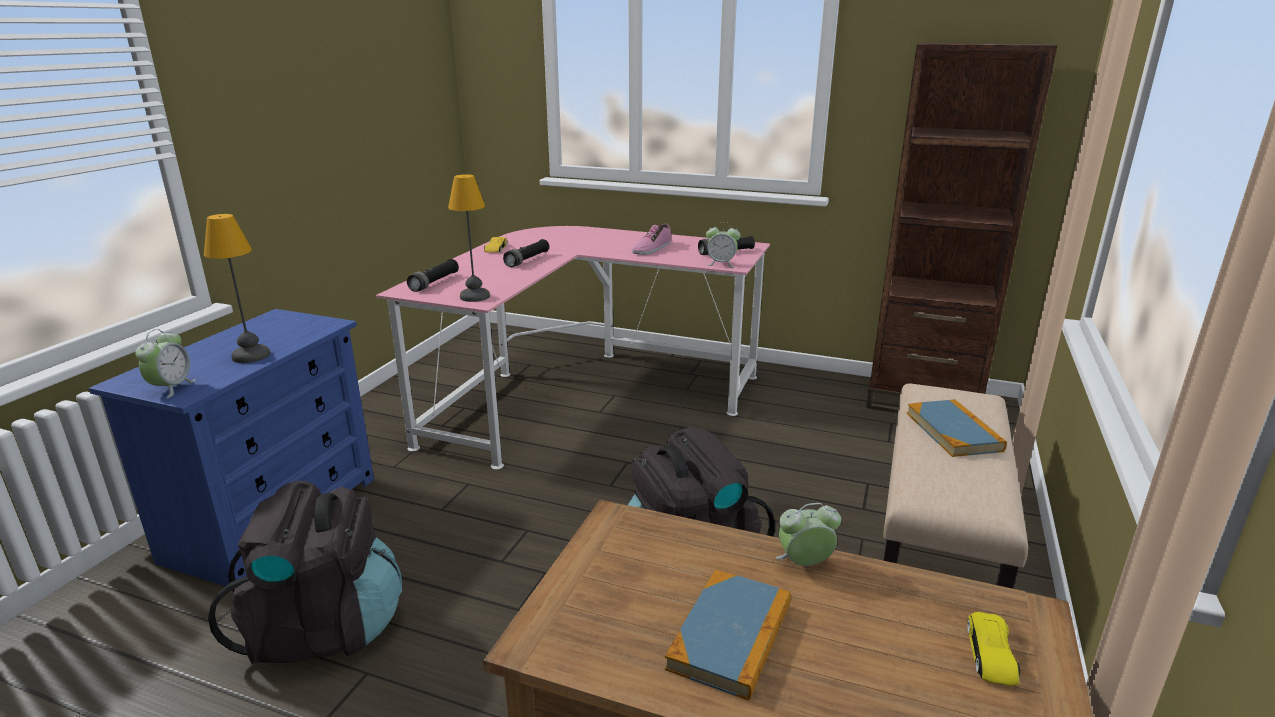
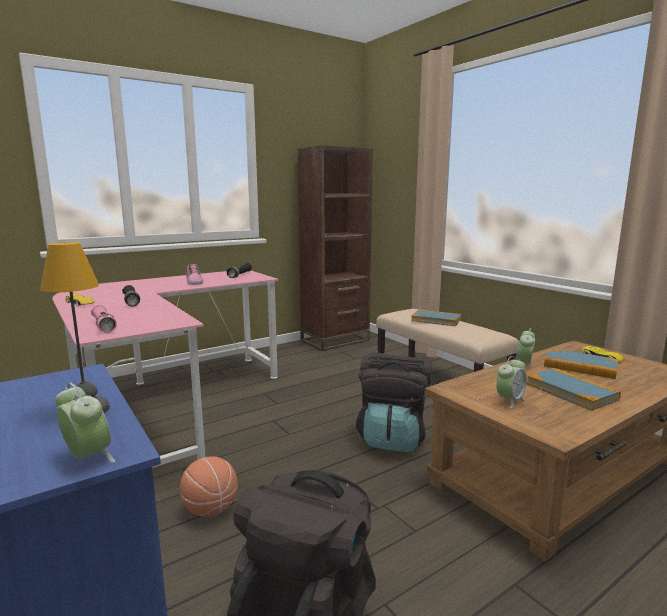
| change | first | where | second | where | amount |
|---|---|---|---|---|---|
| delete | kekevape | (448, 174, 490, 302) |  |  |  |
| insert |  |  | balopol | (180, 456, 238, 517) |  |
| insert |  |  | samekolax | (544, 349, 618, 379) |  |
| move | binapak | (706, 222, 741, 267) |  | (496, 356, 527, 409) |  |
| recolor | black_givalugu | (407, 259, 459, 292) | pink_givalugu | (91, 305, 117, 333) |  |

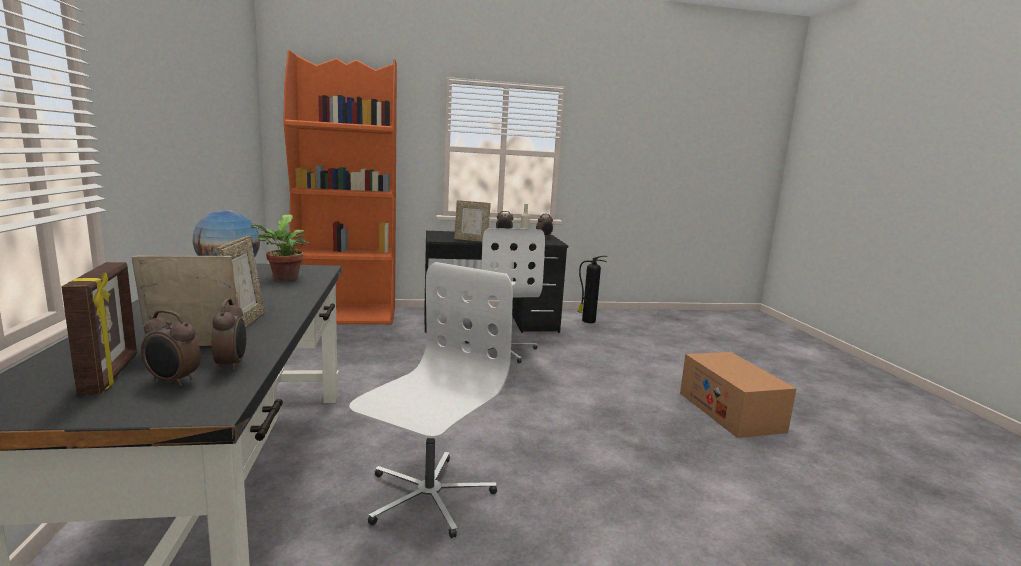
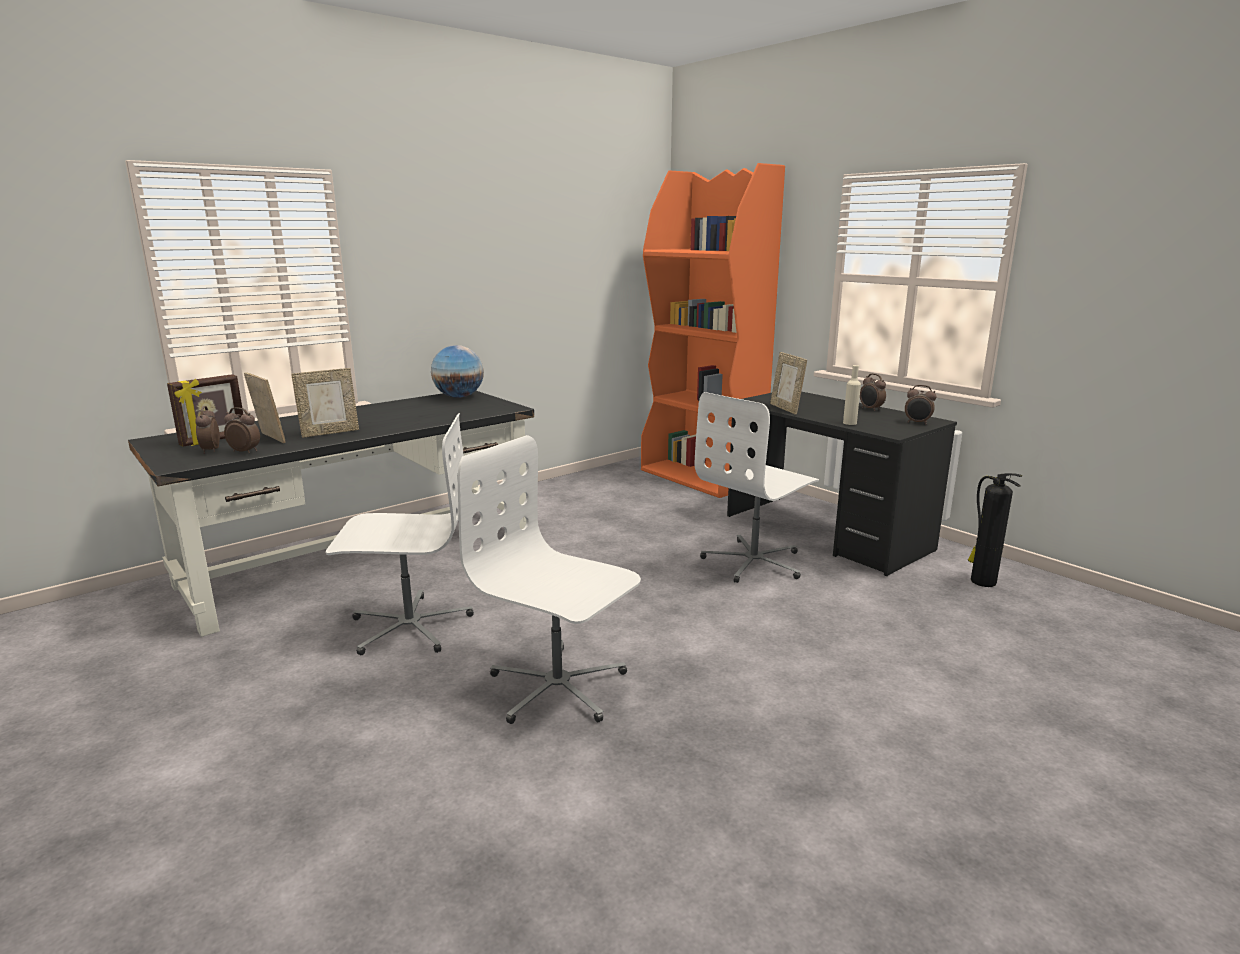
| change | first | where | second | where | amount |
|---|---|---|---|---|---|
| delete | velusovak | (251, 215, 310, 281) |  |  |  |
| delete | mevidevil | (680, 352, 797, 438) |  |  |  |
| insert |  |  | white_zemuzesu | (458, 435, 641, 724) |  |
| rotate | binapak | (211, 299, 246, 371) |  | (224, 407, 260, 453) | 120 degrees counterclockwise |

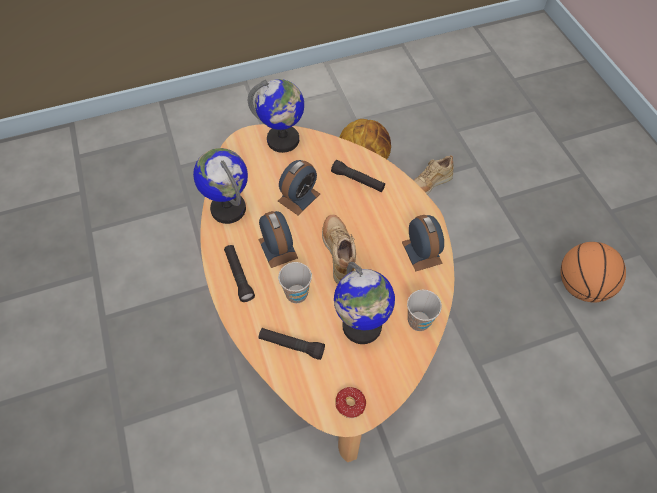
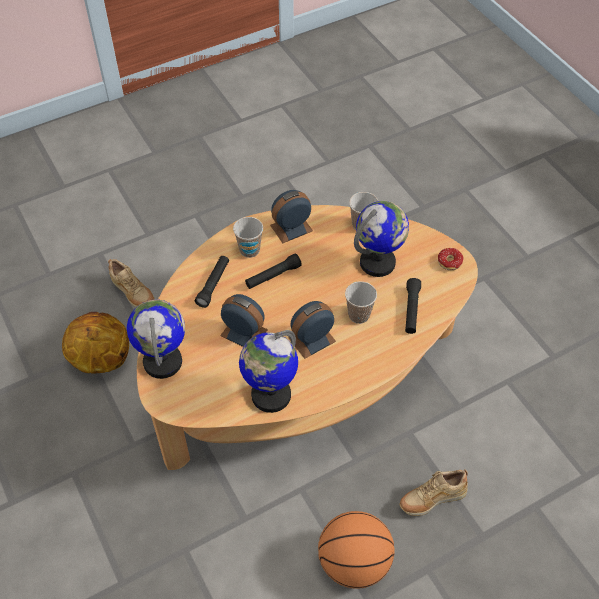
| change | first | where | second | where | amount |
|---|---|---|---|---|---|
| insert |  |  | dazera | (233, 217, 263, 258) |  |
| move | black_givalugu | (224, 245, 255, 302) |  | (245, 253, 302, 289) |  |
| move | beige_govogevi | (322, 215, 356, 284) |  | (399, 469, 468, 516) |  |
| move | balopol | (561, 242, 626, 303) |  | (318, 511, 395, 589) |  |

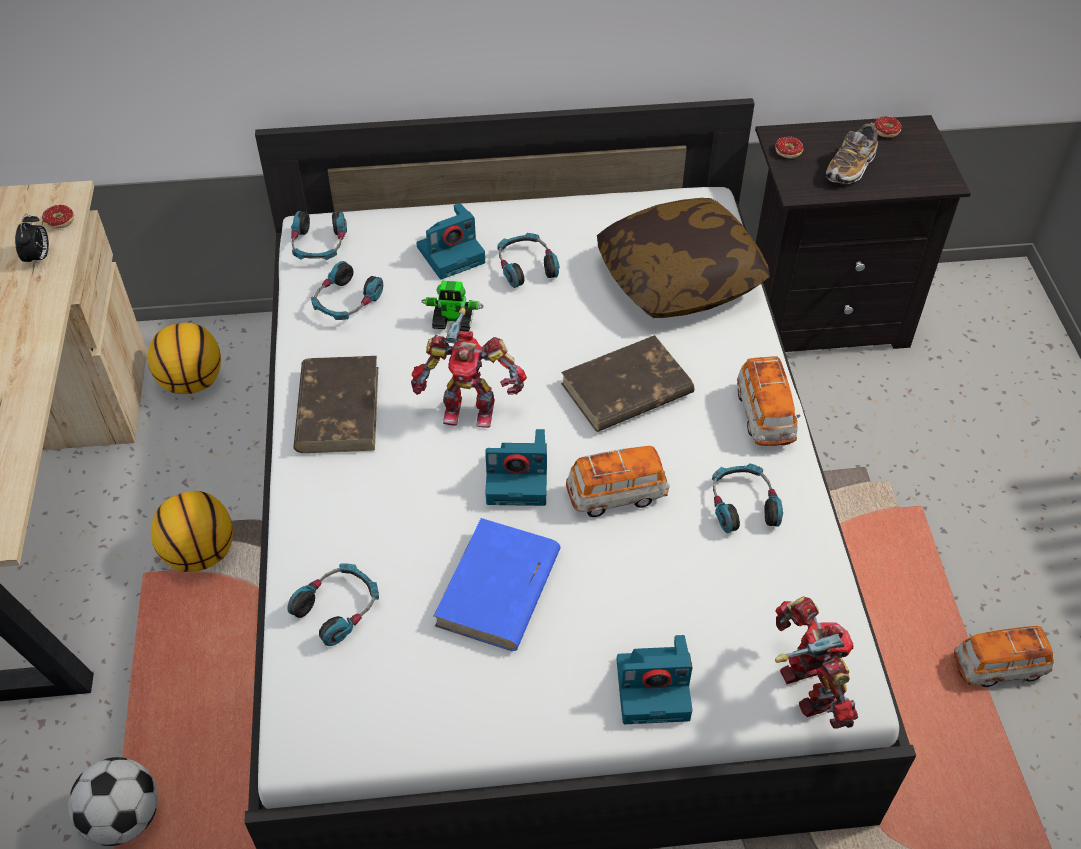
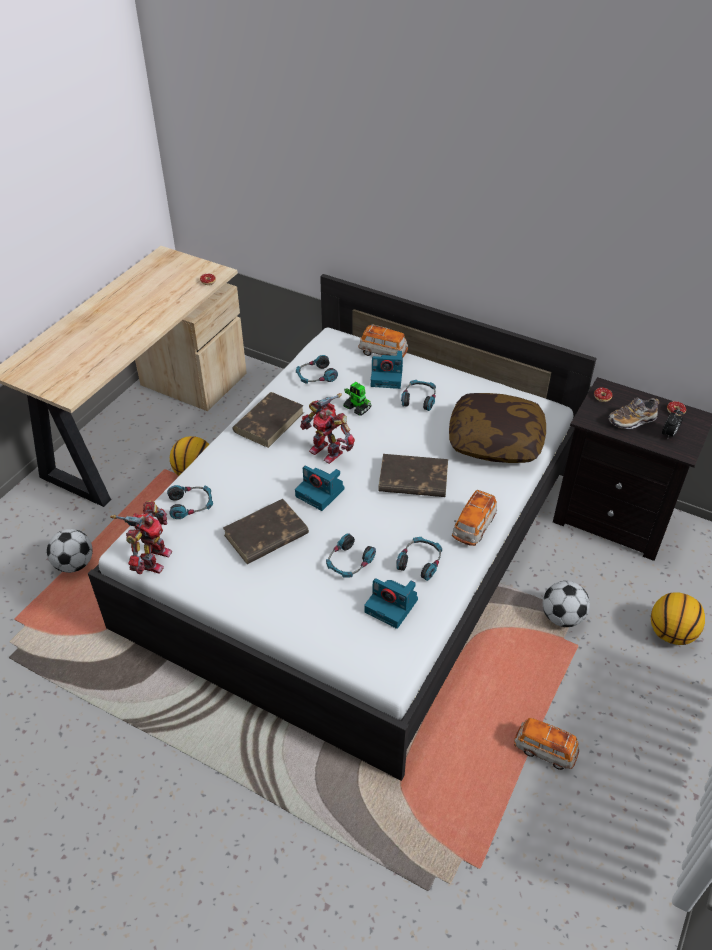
| change | first | where | second | where | amount |
|---|---|---|---|---|---|
| insert |  |  | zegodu | (543, 581, 590, 627) |  |
| move | binapak | (15, 214, 49, 267) |  | (662, 408, 684, 440) |  |
| move | balopol | (148, 323, 221, 394) |  | (651, 592, 705, 645) |  |
| move | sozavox | (291, 211, 347, 260) |  | (326, 533, 376, 578) |  |
| move | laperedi | (566, 446, 670, 517) |  | (358, 324, 408, 357) |  |
| move | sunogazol | (616, 635, 693, 724) |  | (364, 578, 418, 629) |  |
| move | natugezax | (775, 596, 858, 729) |  | (110, 501, 172, 574) |  |
| recolor | blue_samekolax | (434, 518, 561, 651) | brown_samekolax | (223, 499, 309, 564) |  |

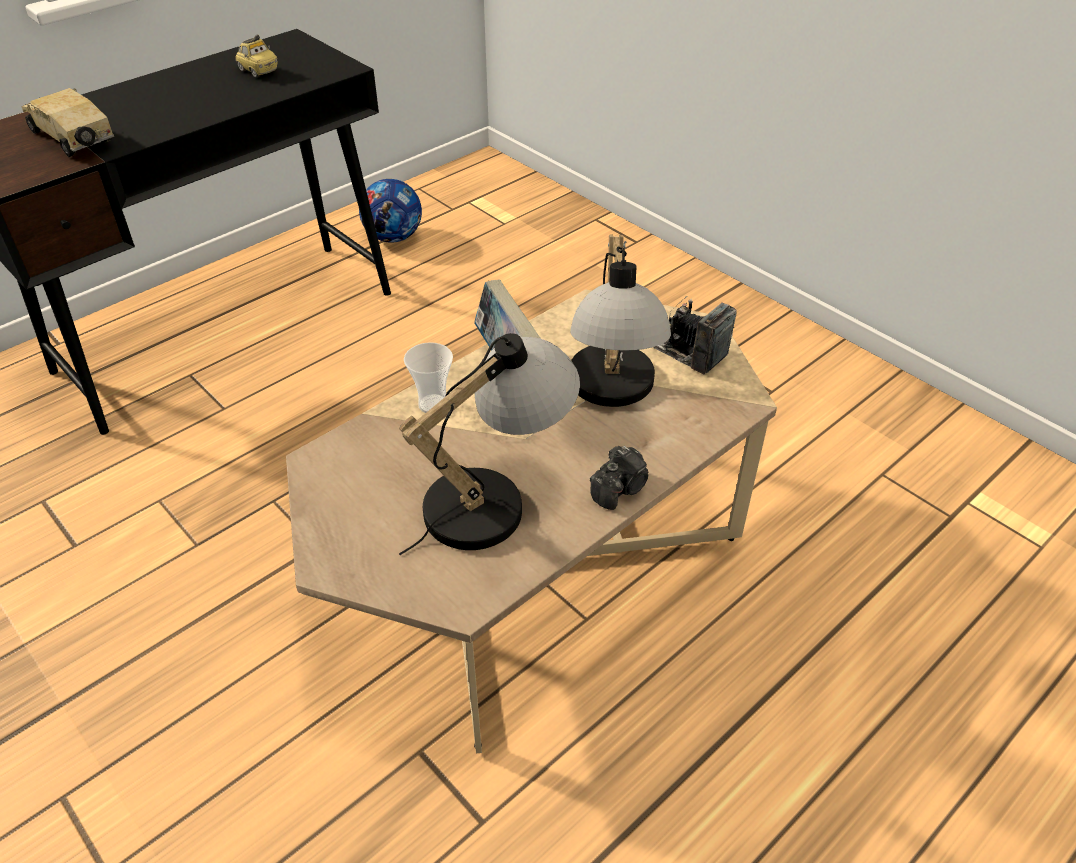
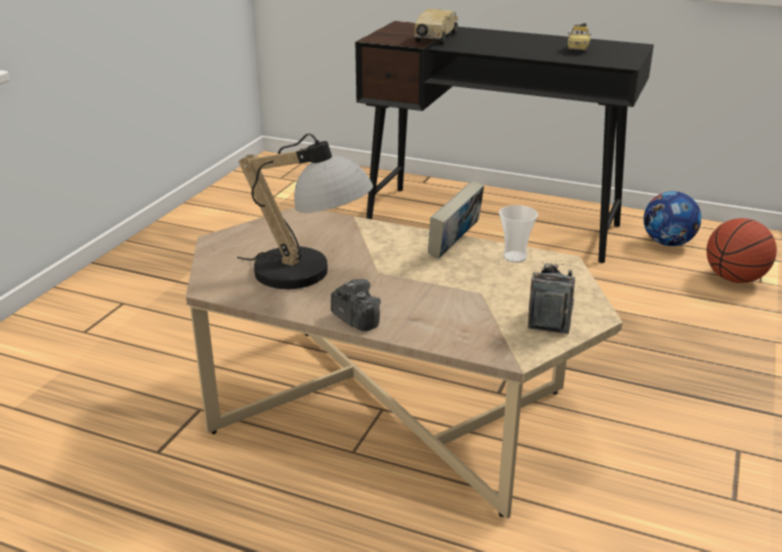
| change | first | where | second | where | amount |
|---|---|---|---|---|---|
| delete | kekevape | (570, 234, 671, 407) |  |  |  |
| insert |  |  | balopol | (706, 218, 777, 283) |  |
| move | dazera | (404, 342, 453, 413) |  | (499, 205, 538, 263) |  |
| rotate | sunogazol | (590, 446, 649, 510) |  | (331, 279, 381, 331) | 150 degrees counterclockwise |

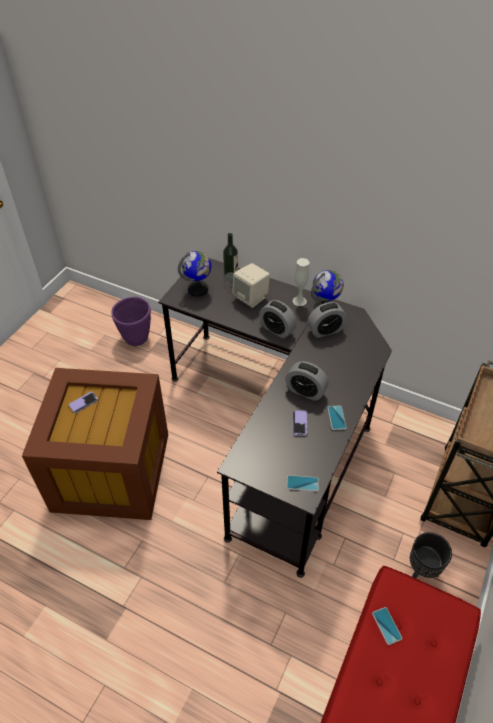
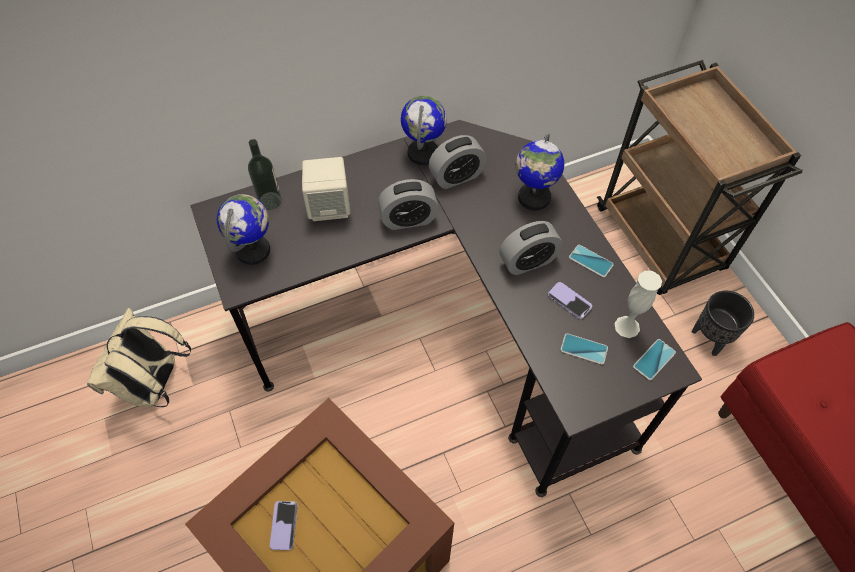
| change | first | where | second | where | amount |
|---|---|---|---|---|---|
| insert |  |  | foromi | (516, 133, 564, 210) |  |
| move | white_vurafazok | (292, 258, 310, 306) |  | (615, 271, 662, 338) |  |
| move | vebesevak | (372, 607, 402, 645) |  | (560, 333, 608, 364) |  |
| replace | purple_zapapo | (111, 297, 151, 346) | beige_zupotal | (87, 308, 191, 407) |  |
| rotate | binapak | (307, 302, 347, 338) |  | (428, 135, 487, 189) | 45 degrees clockwise |

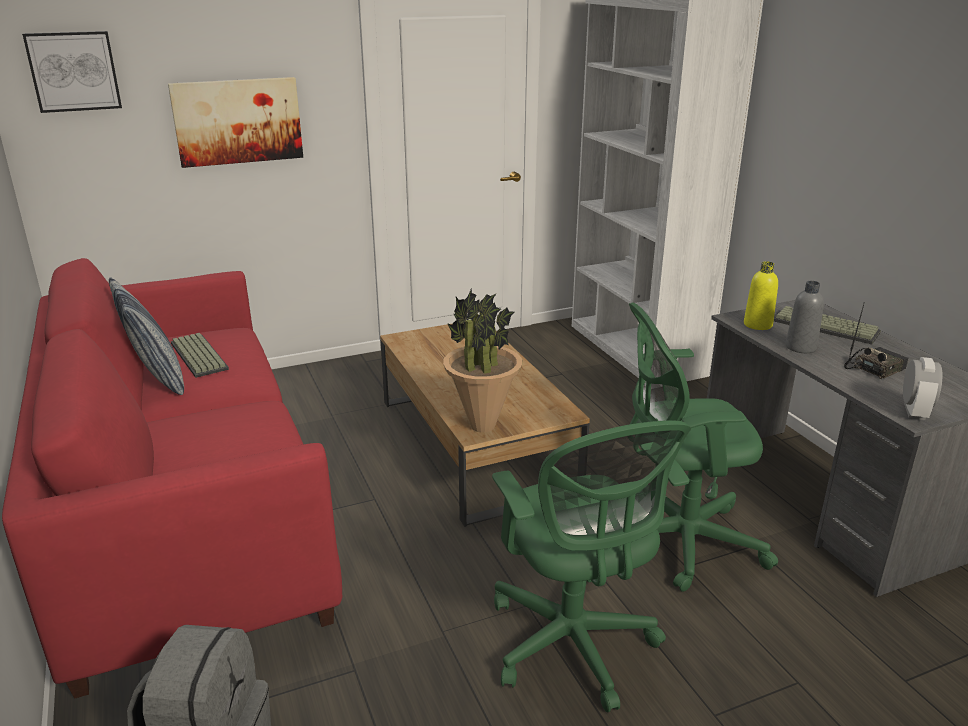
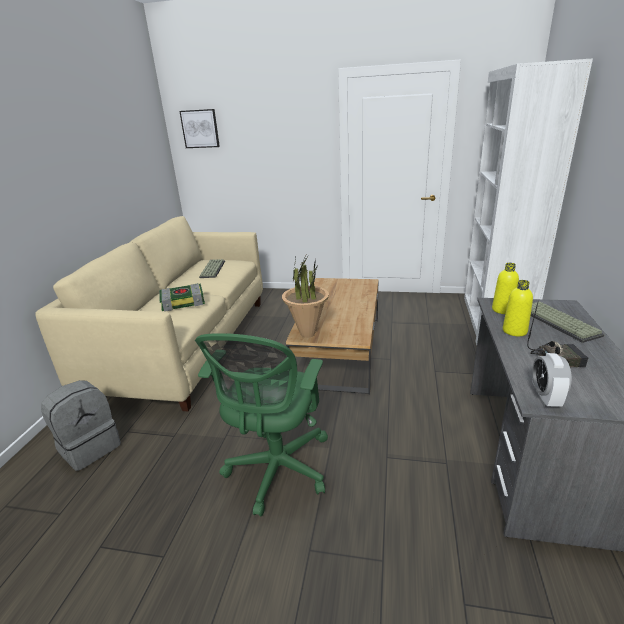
| change | first | where | second | where | amount |
|---|---|---|---|---|---|
| delete | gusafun | (109, 277, 184, 395) |  |  |  |
| delete | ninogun | (168, 77, 303, 168) |  |  |  |
| delete | green_zemuzesu | (629, 302, 778, 592) |  |  |  |
| insert |  |  | samekolax | (159, 283, 205, 312) |  |
| recolor | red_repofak | (2, 258, 342, 699) | beige_repofak | (35, 216, 263, 412) |  |
| recolor | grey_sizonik | (786, 281, 824, 353) | yellow_sizonik | (503, 280, 533, 336) |  |
| rotate | binapak | (903, 357, 942, 420) |  | (532, 353, 572, 407) | 135 degrees clockwise |

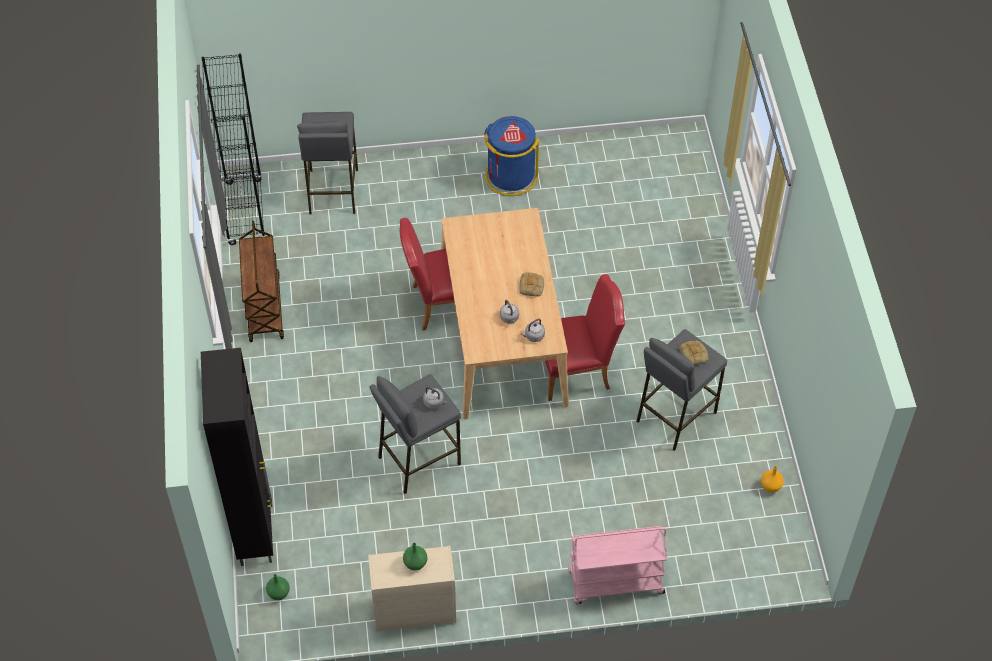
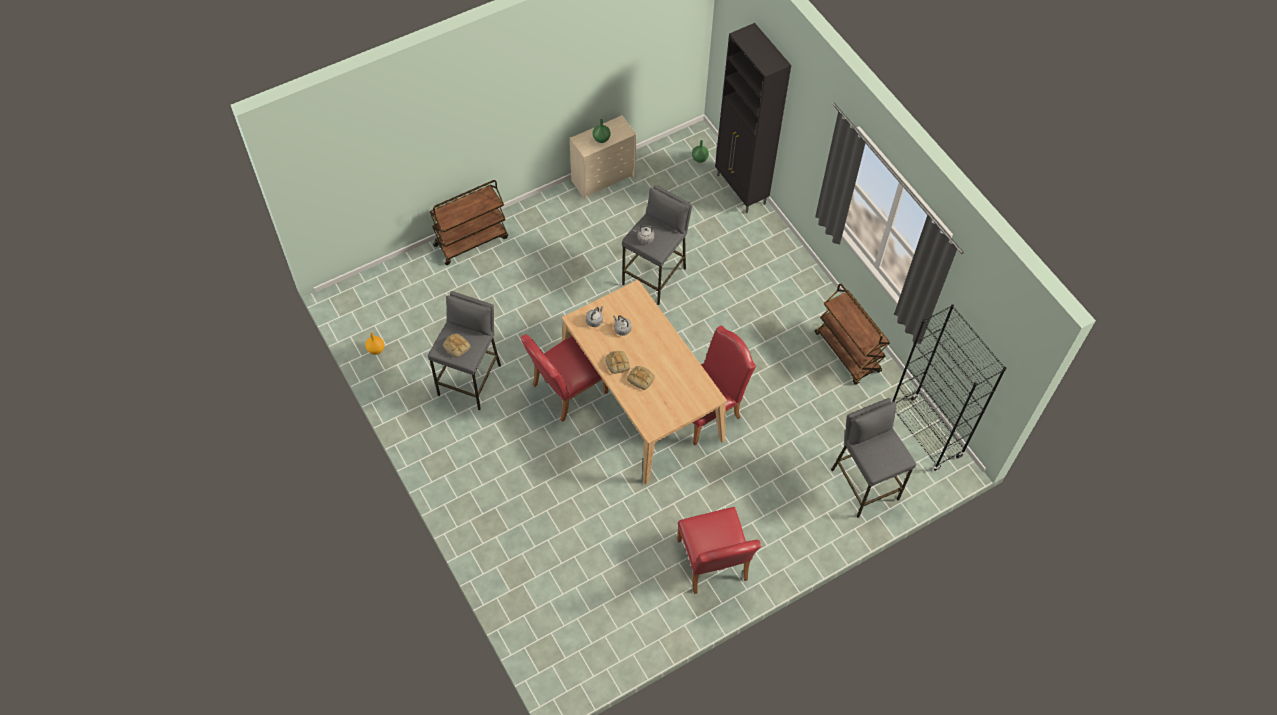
| change | first | where | second | where | amount |
|---|---|---|---|---|---|
| insert |  |  | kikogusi | (627, 366, 655, 390) |  |
| replace | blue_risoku | (484, 116, 540, 196) | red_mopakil | (677, 507, 761, 594) |  |
| recolor | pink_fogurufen | (568, 526, 667, 604) | brown_fogurufen | (430, 180, 508, 265) |  |

